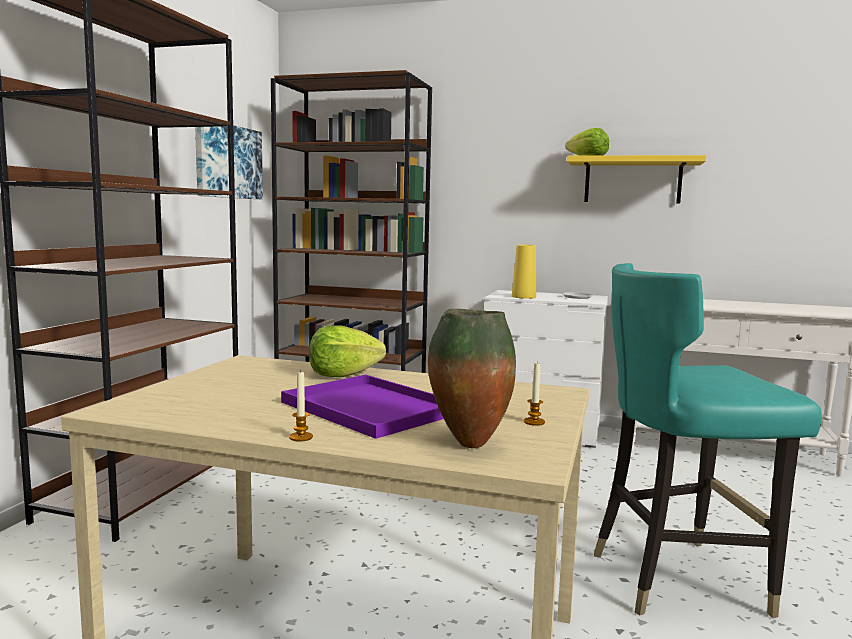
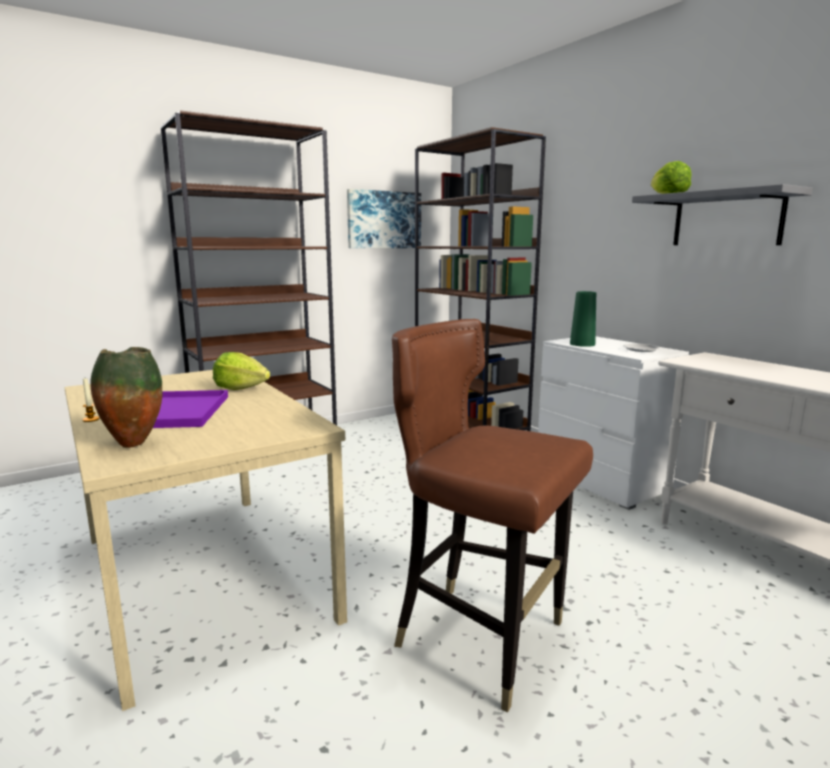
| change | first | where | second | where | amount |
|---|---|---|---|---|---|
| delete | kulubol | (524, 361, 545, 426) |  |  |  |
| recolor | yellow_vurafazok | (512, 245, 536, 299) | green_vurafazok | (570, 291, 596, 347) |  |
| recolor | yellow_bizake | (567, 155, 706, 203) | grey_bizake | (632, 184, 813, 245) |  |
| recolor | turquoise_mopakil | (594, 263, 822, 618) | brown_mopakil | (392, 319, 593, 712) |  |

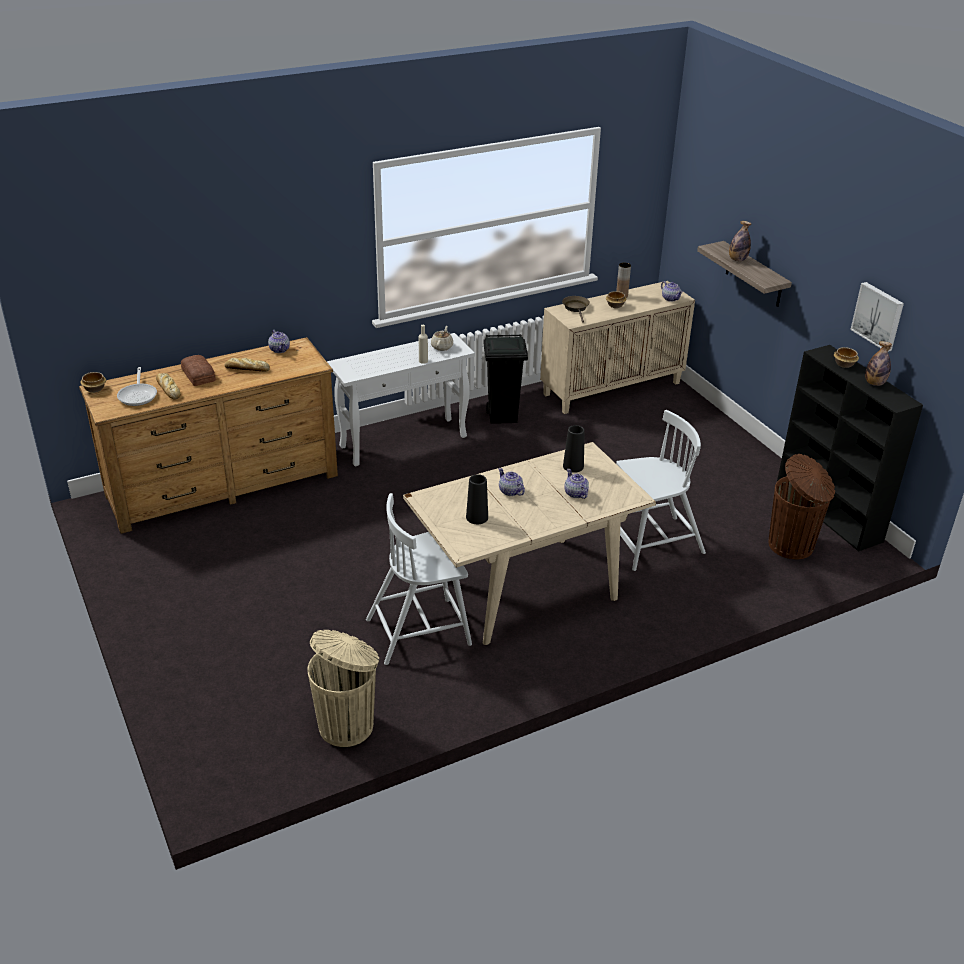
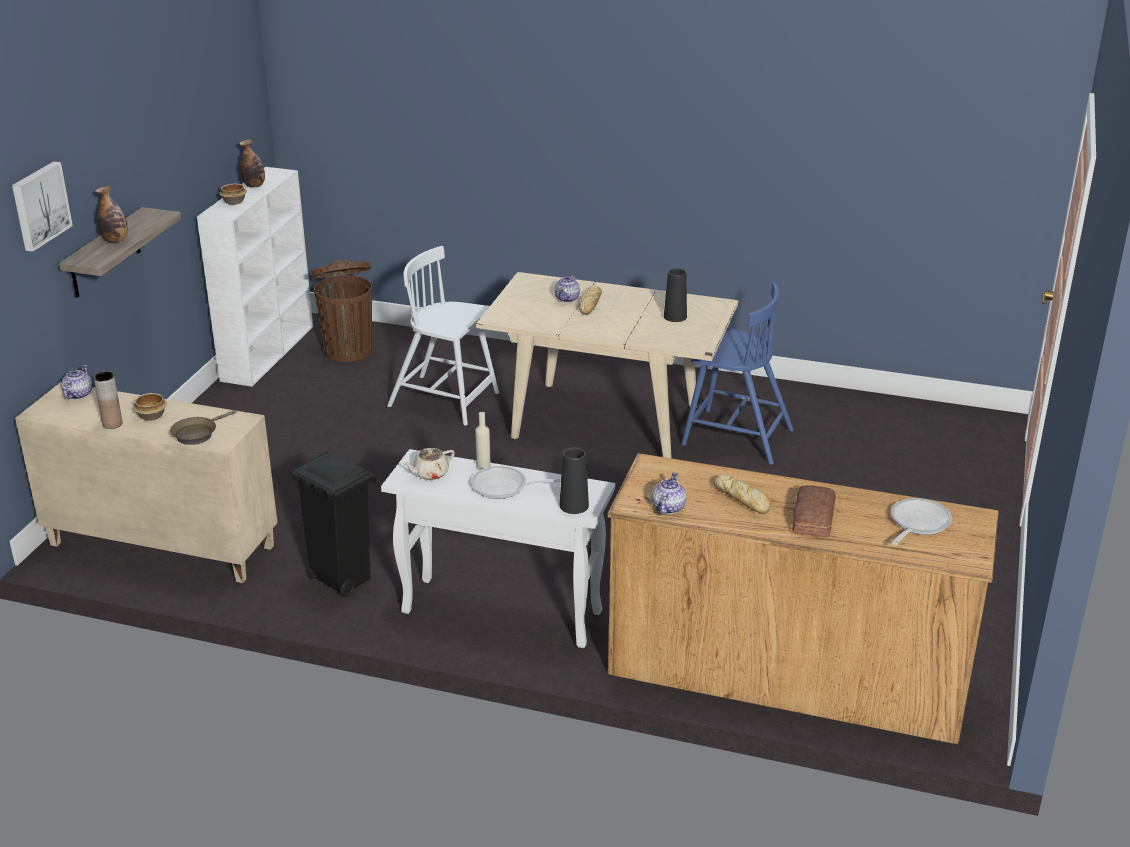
| change | first | where | second | where | amount |
|---|---|---|---|---|---|
| delete | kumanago | (80, 372, 106, 393) |  |  |  |
| delete | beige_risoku | (307, 630, 379, 747) |  |  |  |
| delete | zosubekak | (498, 468, 525, 496) |  |  |  |
| insert |  |  | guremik | (471, 466, 561, 499) |  |
| move | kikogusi | (156, 373, 180, 399) |  | (579, 286, 602, 315) |  |
| move | black_vurafazok | (563, 425, 585, 473) |  | (560, 447, 589, 514) |  |
| move | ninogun | (850, 282, 904, 352) |  | (12, 161, 73, 252) |  |
| recolor | white_mopakil | (366, 493, 472, 665) | blue_mopakil | (681, 282, 794, 465) |  |
| recolor | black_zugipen | (777, 345, 923, 551) | white_zugipen | (197, 167, 313, 387) |  |

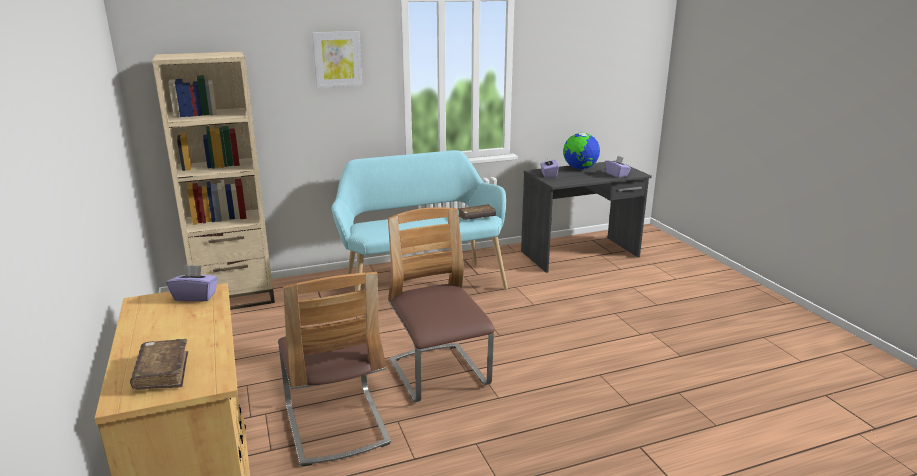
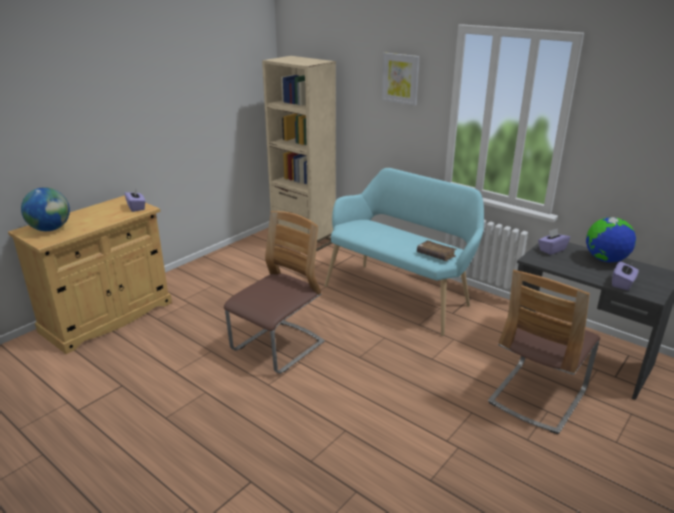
| change | first | where | second | where | amount |
|---|---|---|---|---|---|
| move | mopakil | (278, 272, 391, 466) |  | (488, 270, 600, 434) |  |
| replace | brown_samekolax | (130, 339, 188, 390) | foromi | (21, 187, 70, 231) |  |

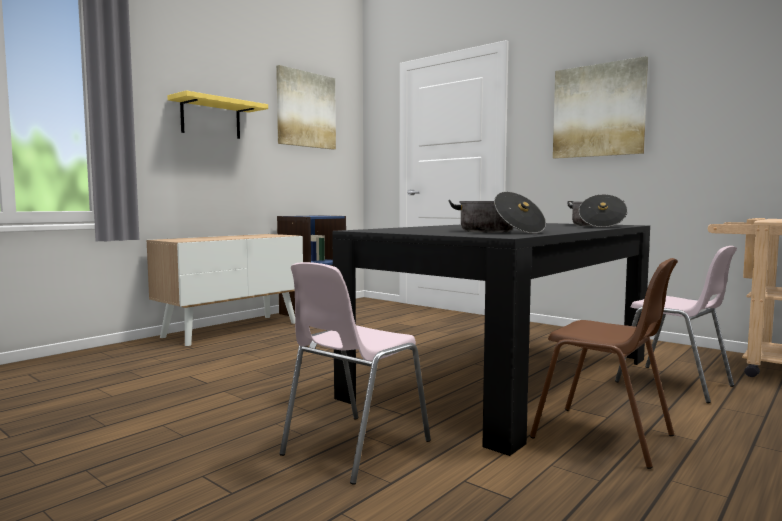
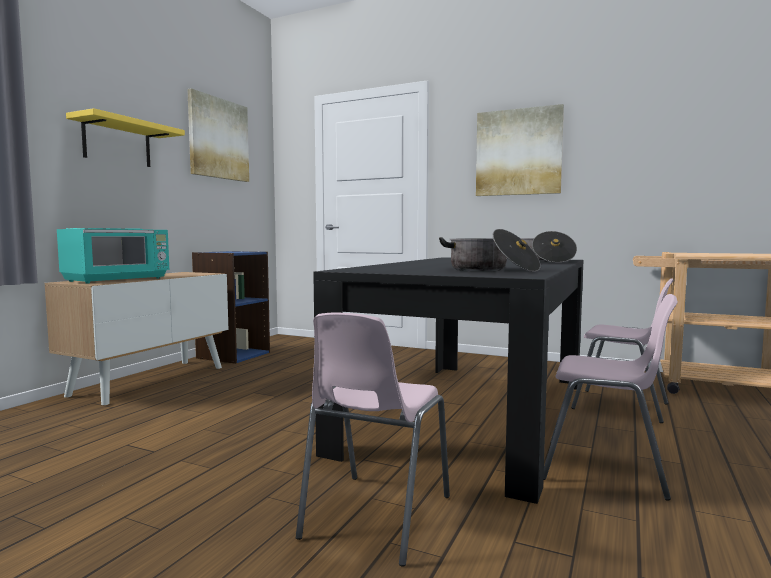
| change | first | where | second | where | amount |
|---|---|---|---|---|---|
| insert |  |  | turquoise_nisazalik | (57, 228, 169, 283) |  |
| recolor | brown_mopakil | (530, 258, 678, 469) | pink_mopakil | (543, 294, 678, 500) |  |

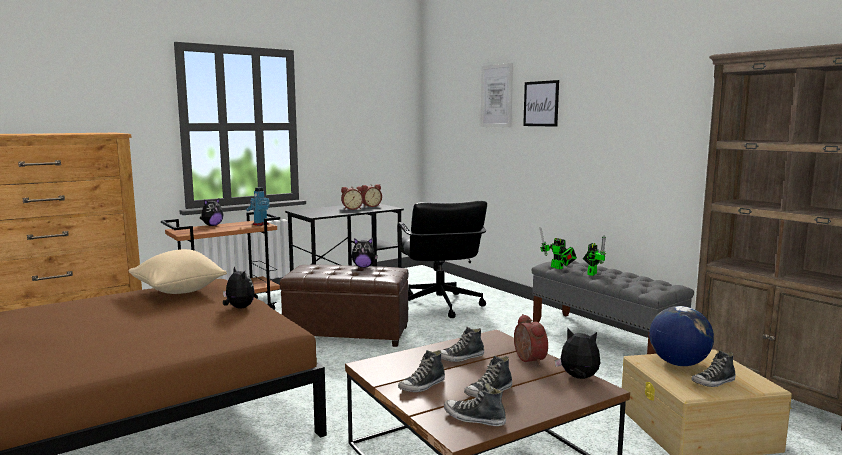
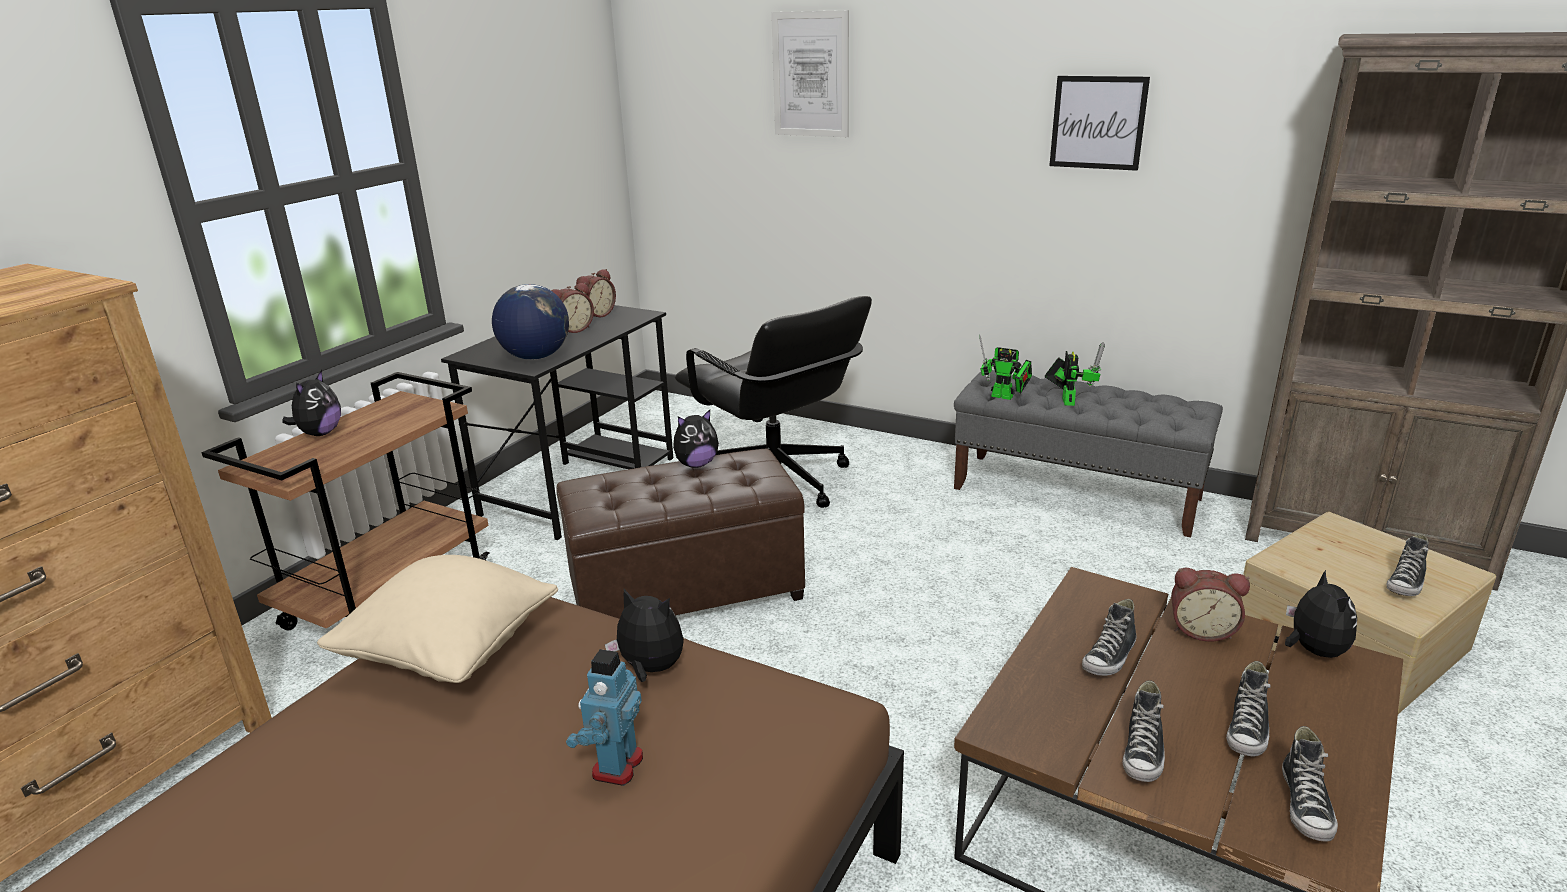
| change | first | where | second | where | amount |
|---|---|---|---|---|---|
| move | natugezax | (246, 187, 270, 226) |  | (566, 649, 643, 786) |  |
| move | ninogun | (523, 80, 559, 127) |  | (1049, 76, 1150, 171) |  |
| move | foromi | (649, 306, 714, 366) |  | (492, 284, 569, 360) |  |
| rotate | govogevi | (444, 383, 506, 426) |  | (1282, 726, 1338, 841) | 75 degrees counterclockwise |
| rotate | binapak | (514, 314, 548, 365) |  | (1171, 568, 1250, 642) | 150 degrees clockwise |
| rotate | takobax | (555, 328, 600, 379) |  | (1285, 570, 1357, 658) | 90 degrees clockwise |

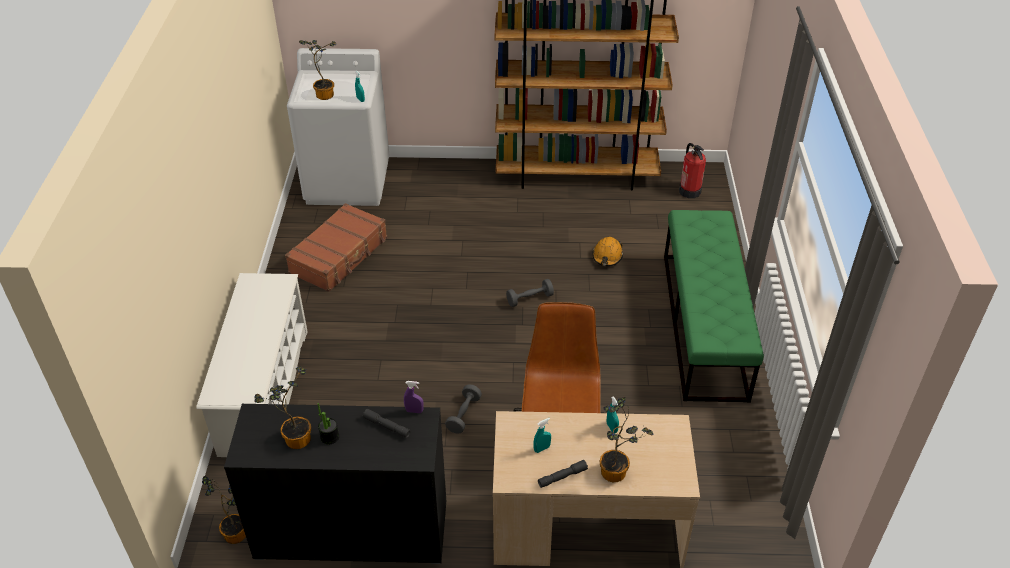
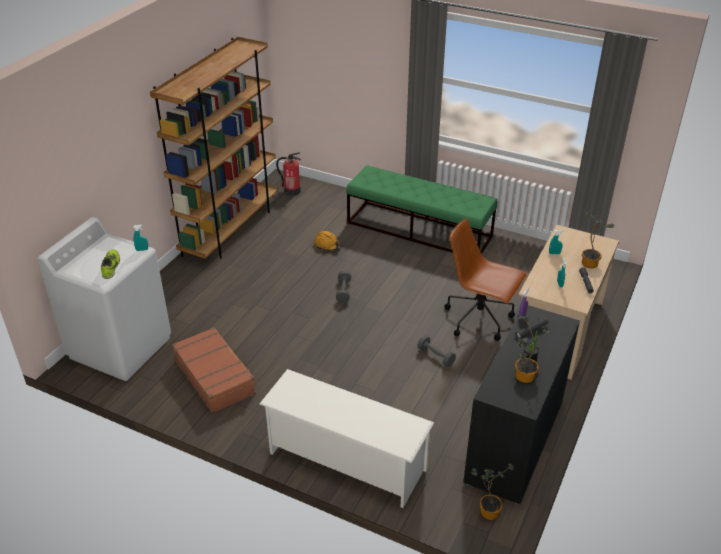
| change | first | where | second | where | amount |
|---|---|---|---|---|---|
| replace | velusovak | (299, 40, 336, 100) | govogevi | (101, 249, 120, 279) |  |

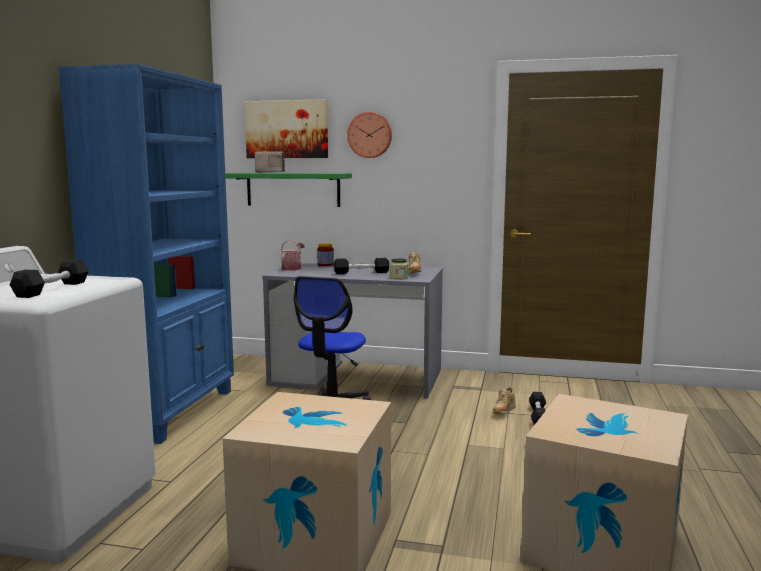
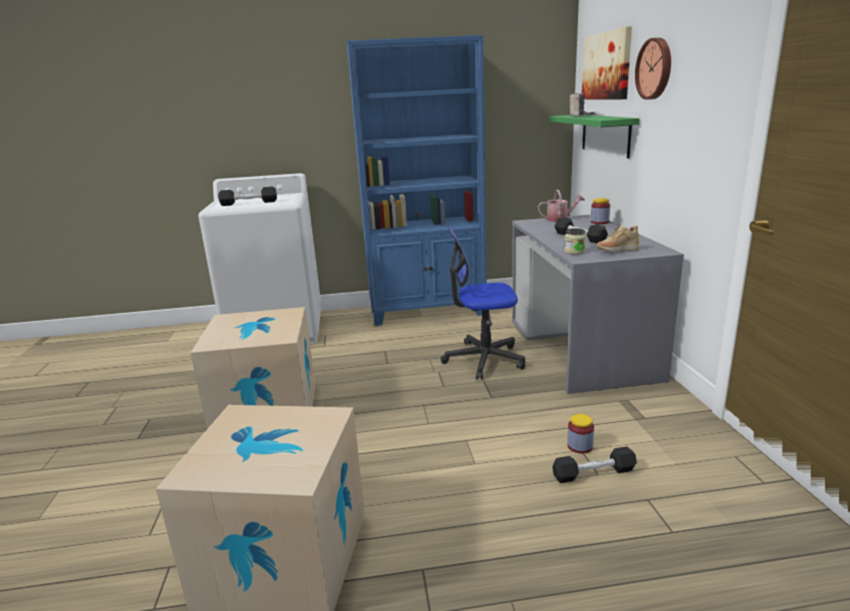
| change | first | where | second | where | amount |
|---|---|---|---|---|---|
| replace | beige_govogevi | (493, 387, 516, 414) | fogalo | (567, 414, 594, 454) |  |

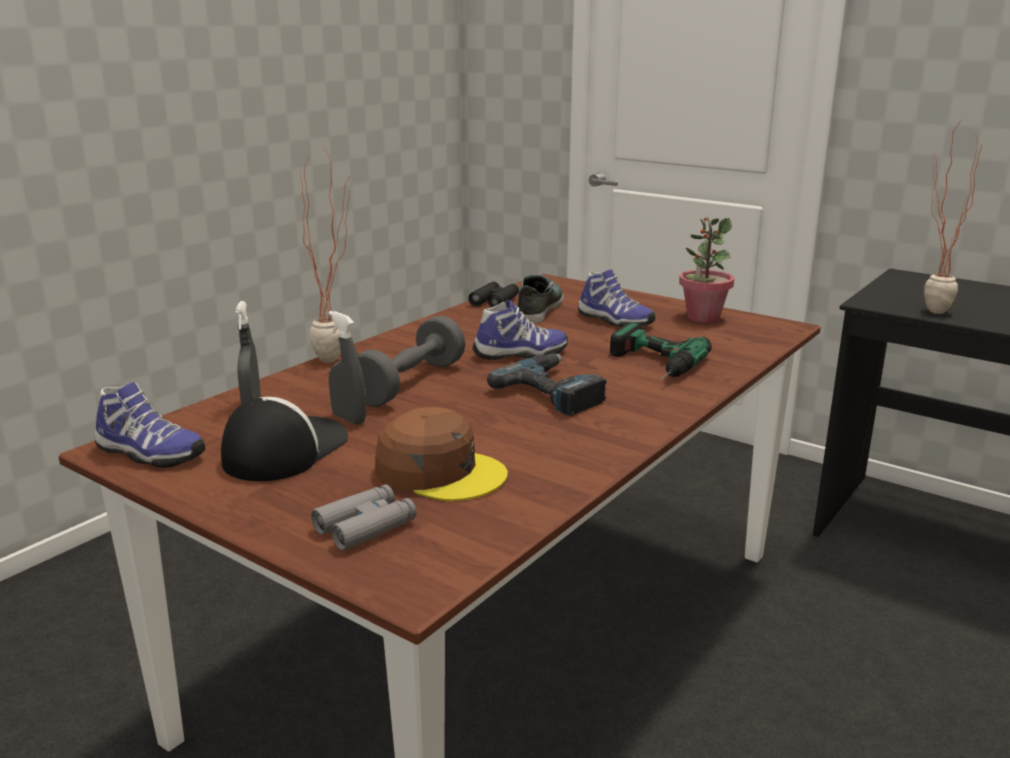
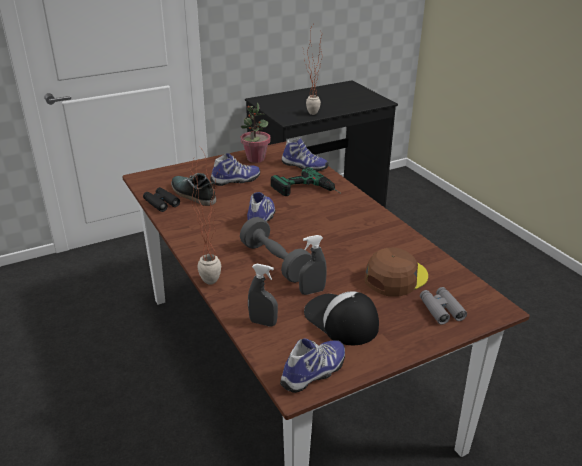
| change | first | where | second | where | amount |
|---|---|---|---|---|---|
| delete | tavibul | (487, 353, 607, 416) |  |  |  |
| insert |  |  | govogevi | (282, 138, 329, 172) |  |

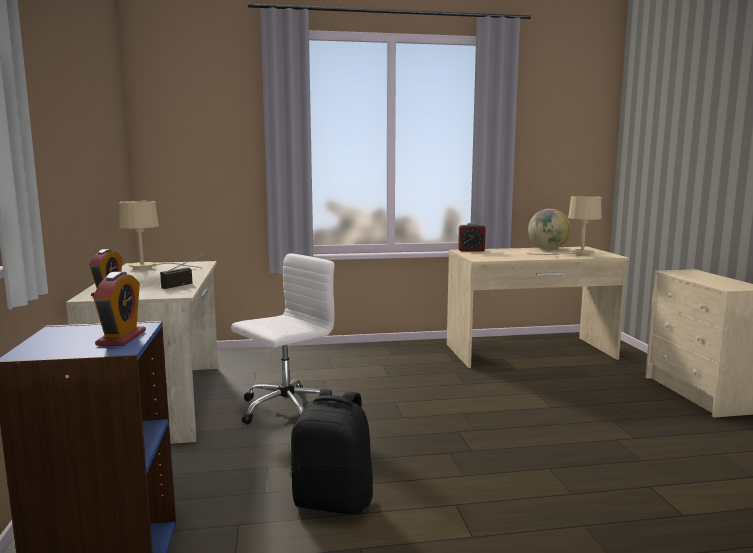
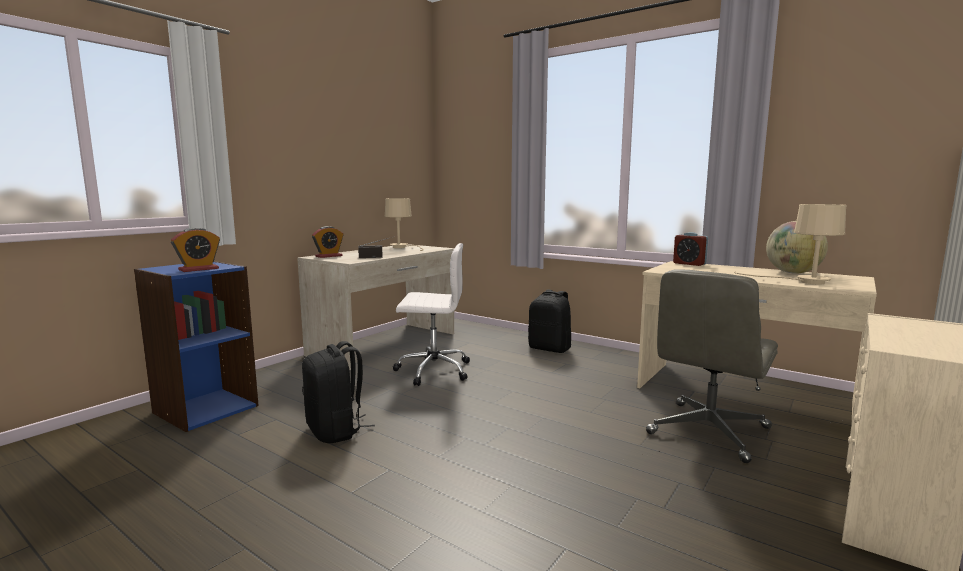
| change | first | where | second | where | amount |
|---|---|---|---|---|---|
| insert |  |  | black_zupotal | (528, 289, 571, 353) |  |
| insert |  |  | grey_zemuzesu | (646, 269, 778, 463) |  |

